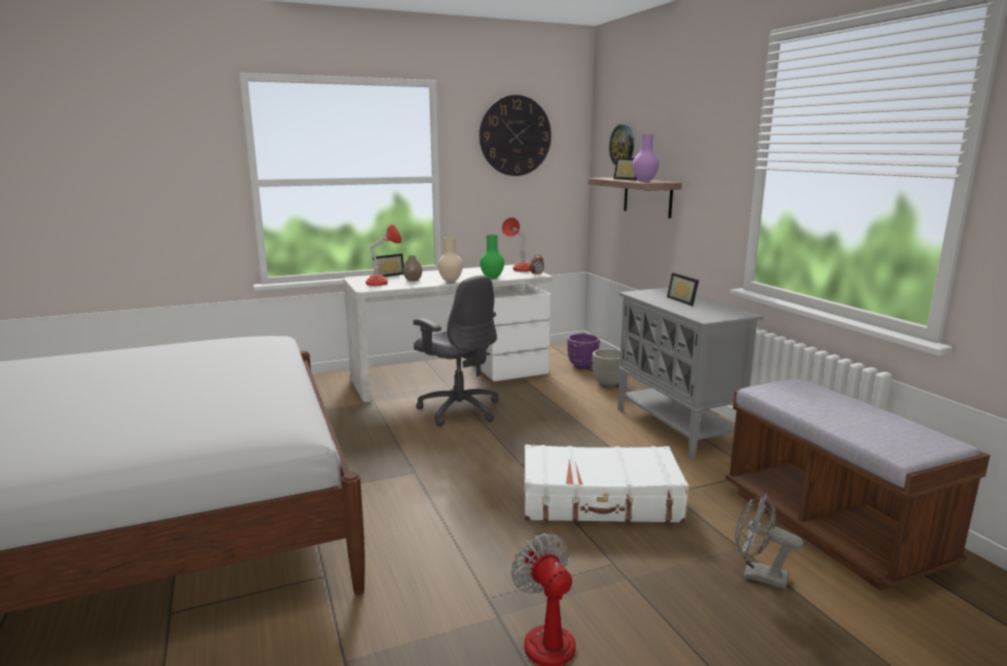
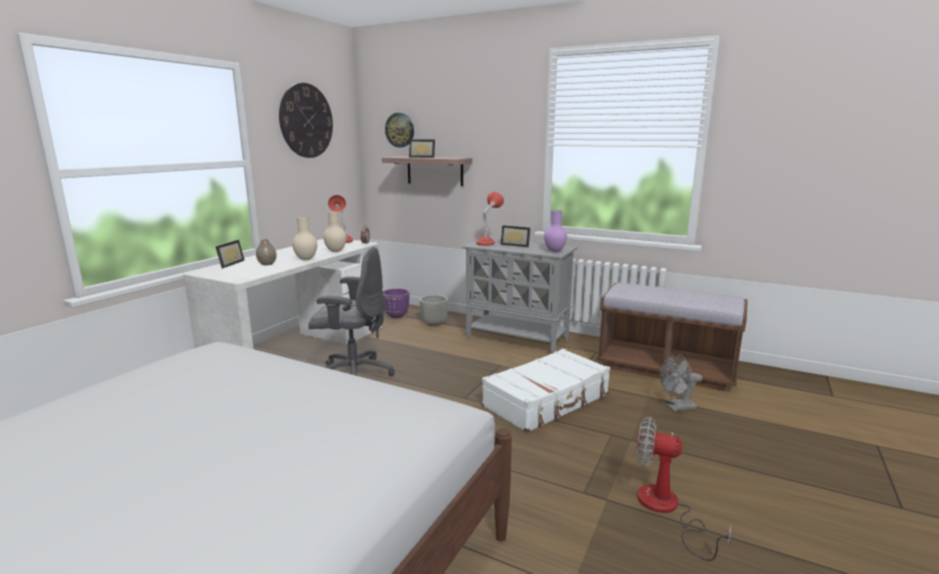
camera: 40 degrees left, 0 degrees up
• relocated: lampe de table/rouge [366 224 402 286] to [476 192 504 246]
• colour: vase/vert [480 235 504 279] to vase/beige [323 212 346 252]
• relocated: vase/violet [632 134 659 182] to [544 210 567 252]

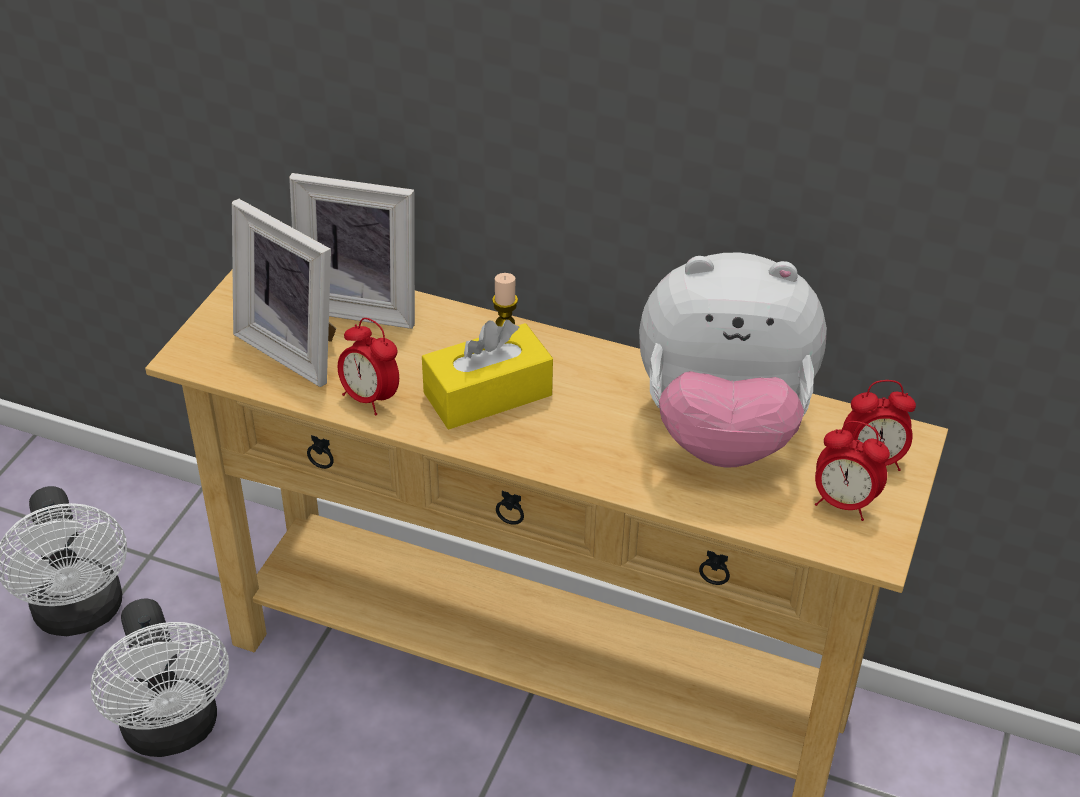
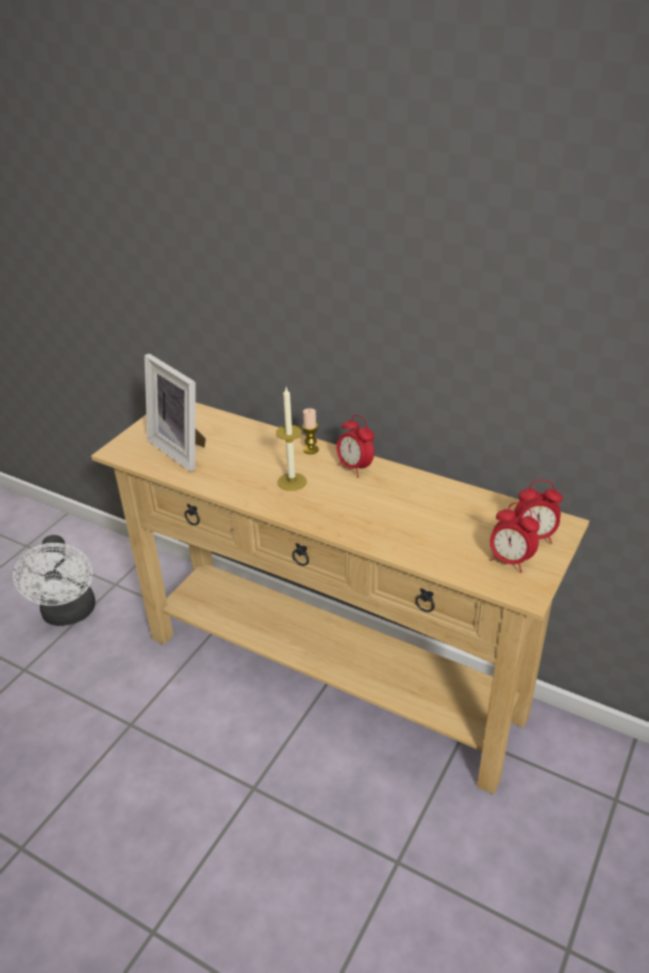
camera: 10 degrees right, 5 degrees down
• missing: ventilateur/blanc [91 598 229 757]
• missing: cadre photo [289 173 415 329]
• relocated: réveil [338 318 399 416] to [337 415 374 477]
• exchanged: boîte à mouchoirs/jaune [422 320 553 429] to bougie [276 387 307 491]
• missing: peluche [639 253 827 468]

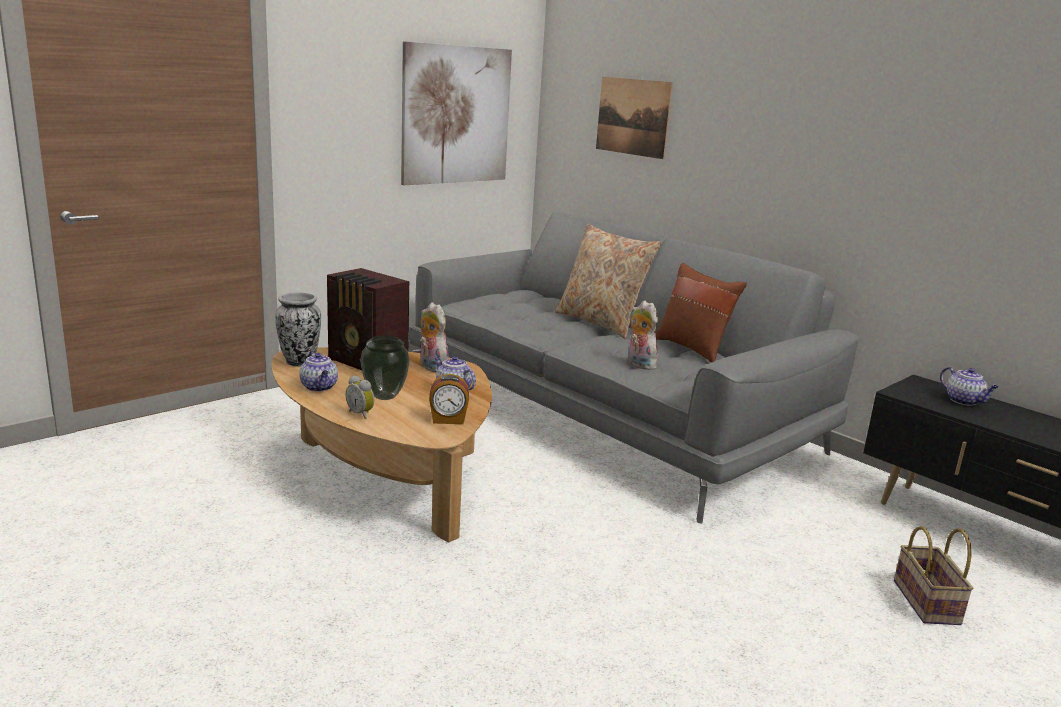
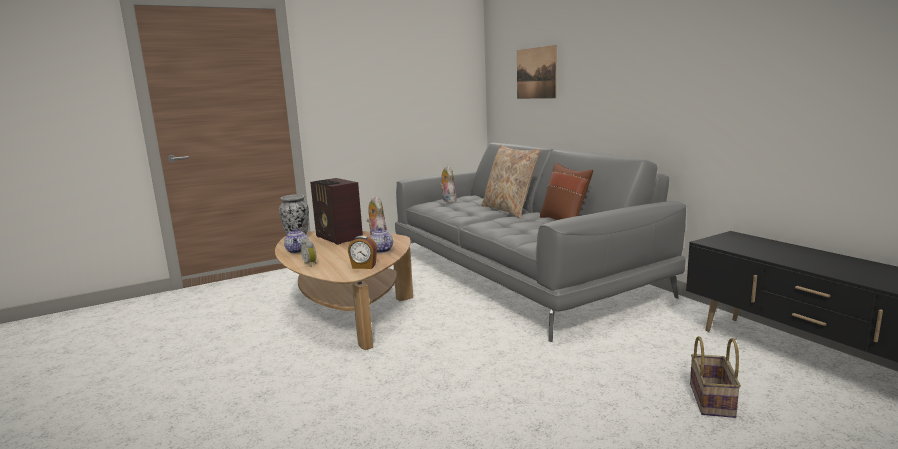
camera: 15 degrees right, 5 degrees down
• missing: vase [360 335 410 400]
• missing: tableau [401 41 512 185]
• relocated: peluche [629 300 658 370] to [440 165 457 203]
• missing: théière [940 367 999 406]

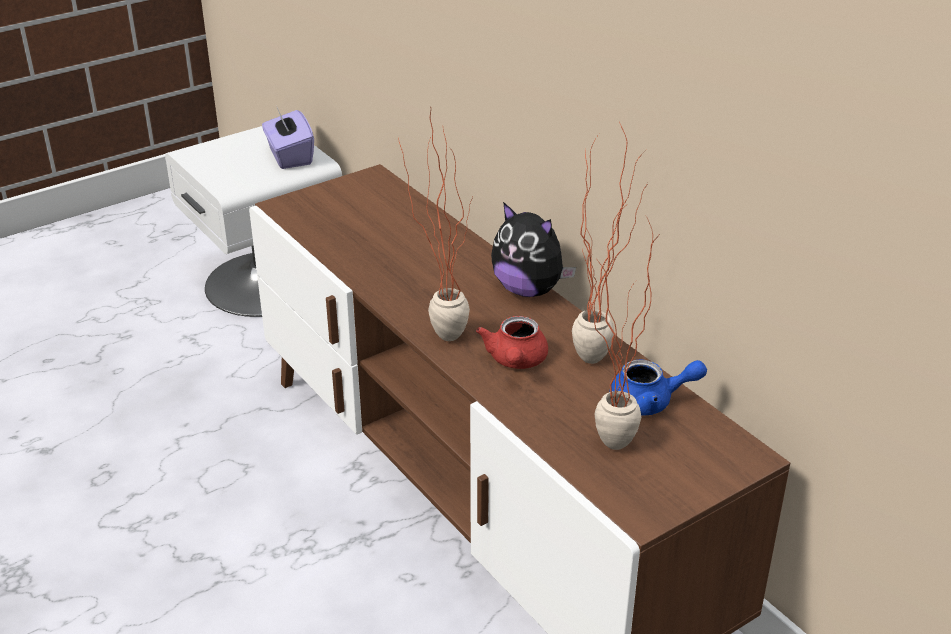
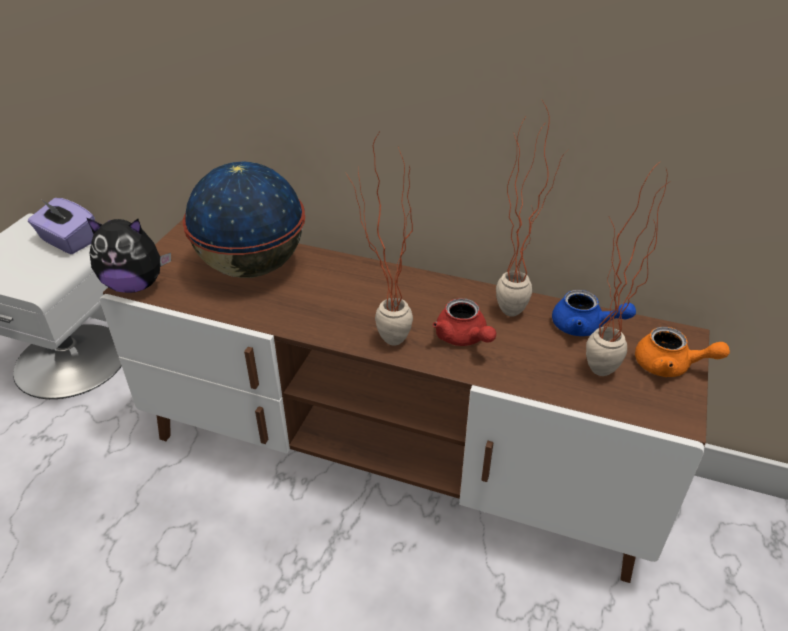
camera: 35 degrees left, 5 degrees up
• relocated: peluche [491 202 576 297] to [87 218 171 293]
• spun: théière/bleu [611 359 707 416] = [552 290 636 336] 60 degrees clockwise
• appeared: globe [183 162 305 278]
• appeared: théière/orange [635 327 730 377]

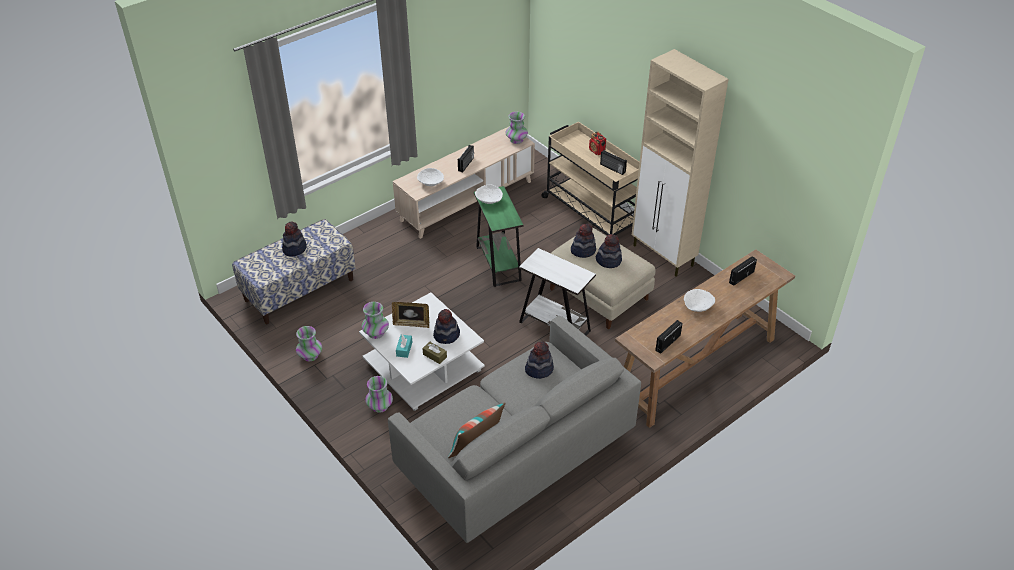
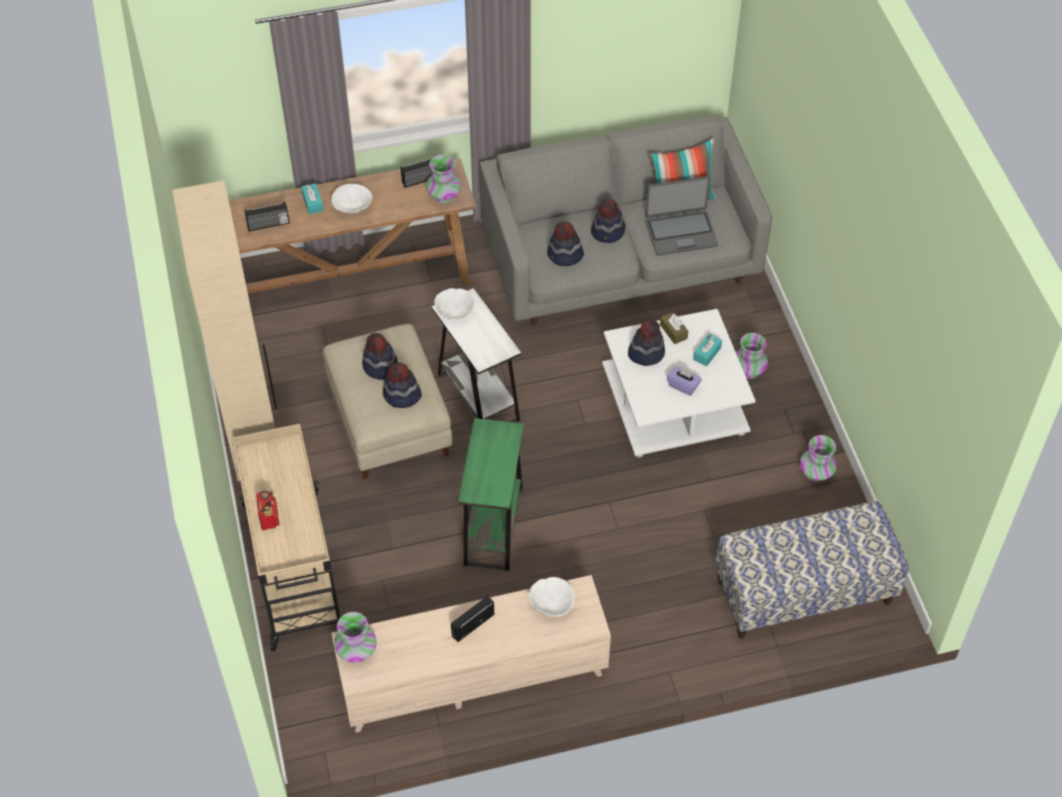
camera: 155 degrees left, 10 degrees up
• relocated: chapeau [282 222 307 257] to [591 198 625 243]
• relocated: vase [362 302 389 339] to [426 154 462 203]
• exchanged: cadre photo [392 302 429 328] to boîte à mouchoirs/violet [667 366 702 396]
• relocated: bol/blanc [475 184 503 204] to [434 288 475 321]
• missing: radio [600 150 627 175]
• appeared: boîte à mouchoirs/turquoise [301 183 324 214]
• appeared: ordinateur portable [645 176 718 256]

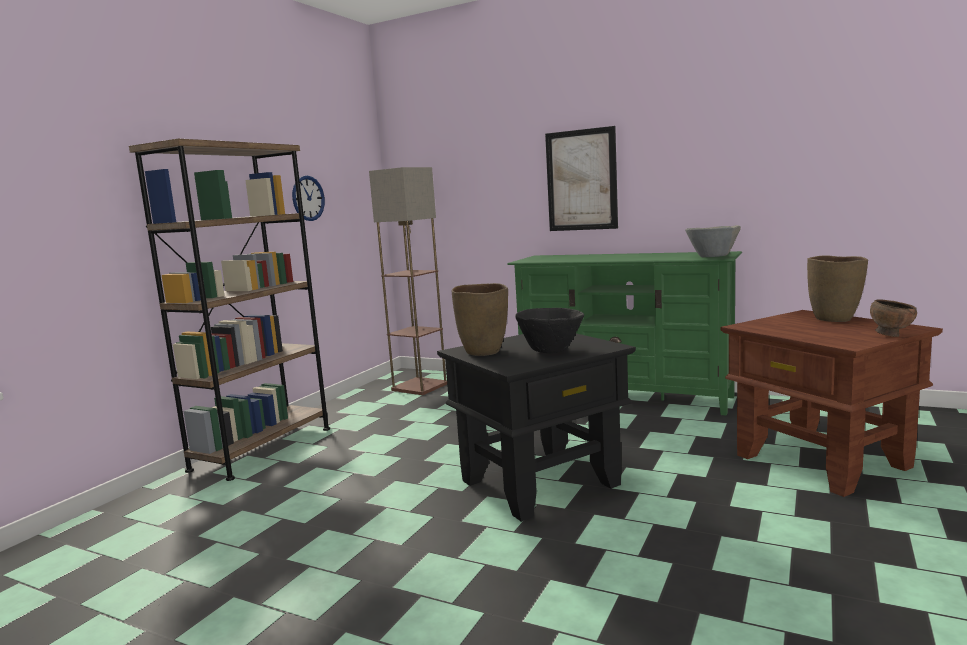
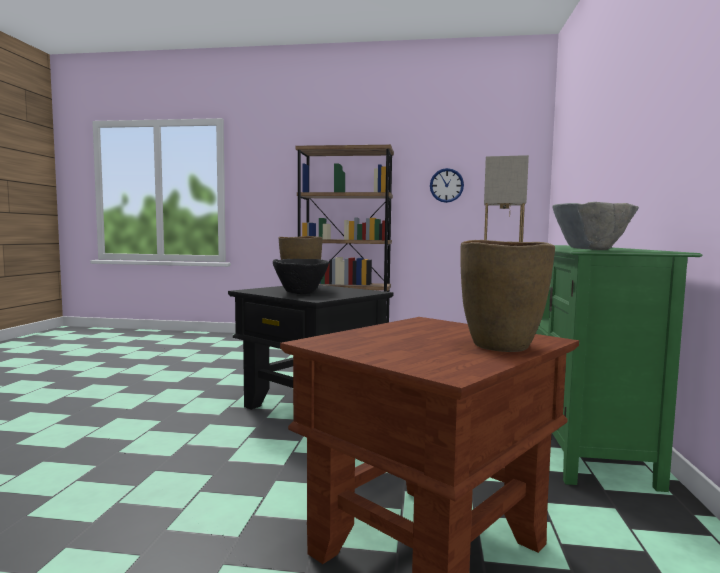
camera: 70 degrees right, 5 degrees down
• missing: tableau [545 126 618 231]
• missing: bol/marron [870 299 917 337]

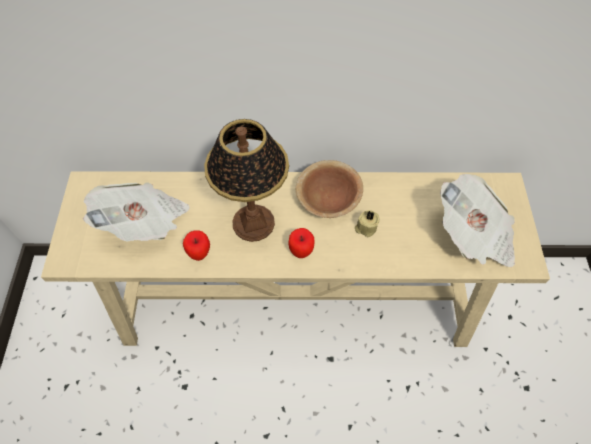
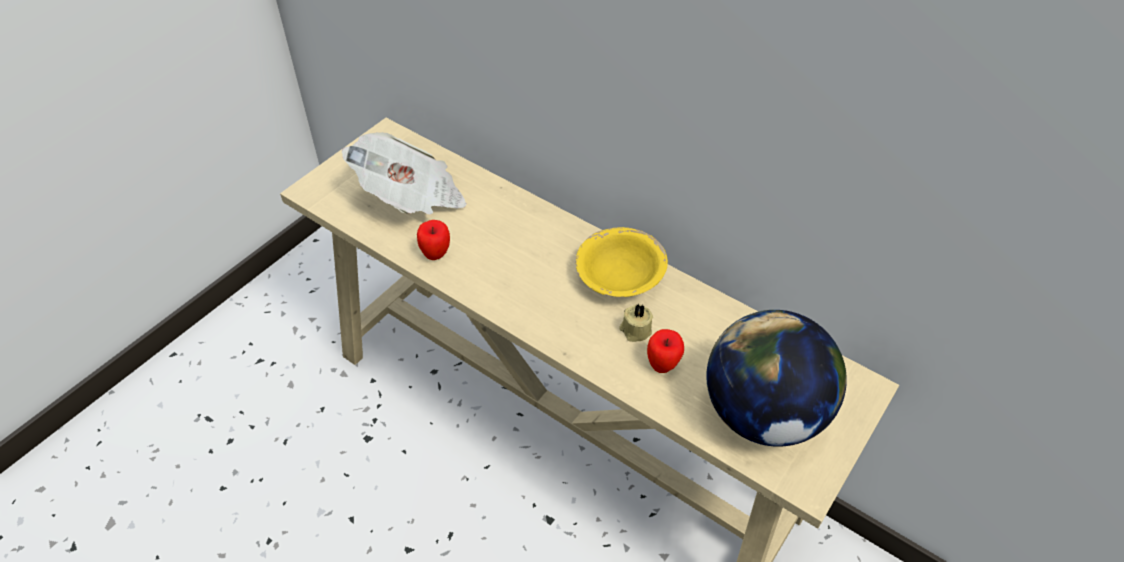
camera: 35 degrees right, 10 degrees down
• missing: lampe de table [204 119 289 242]
• relocated: pomme [289 228 315 258] to [647 329 684 373]
• colour: bol/marron [296 160 363 218] to bol/jaune [576 227 668 297]
• exchanged: journal [440 174 515 268] to globe [707 310 847 447]

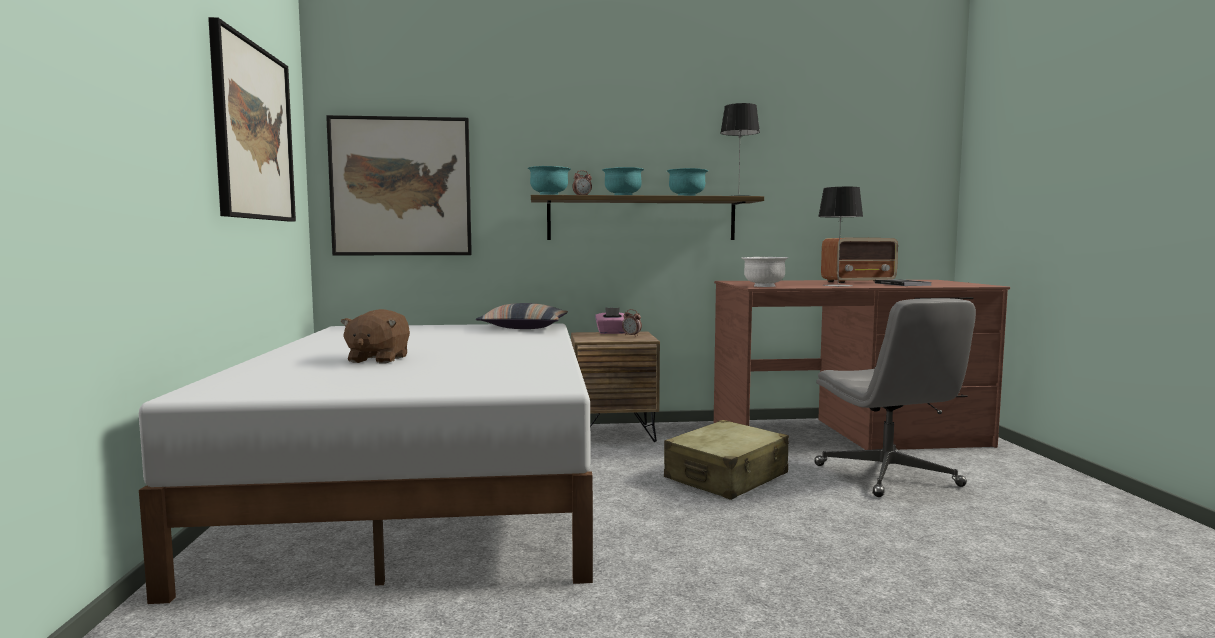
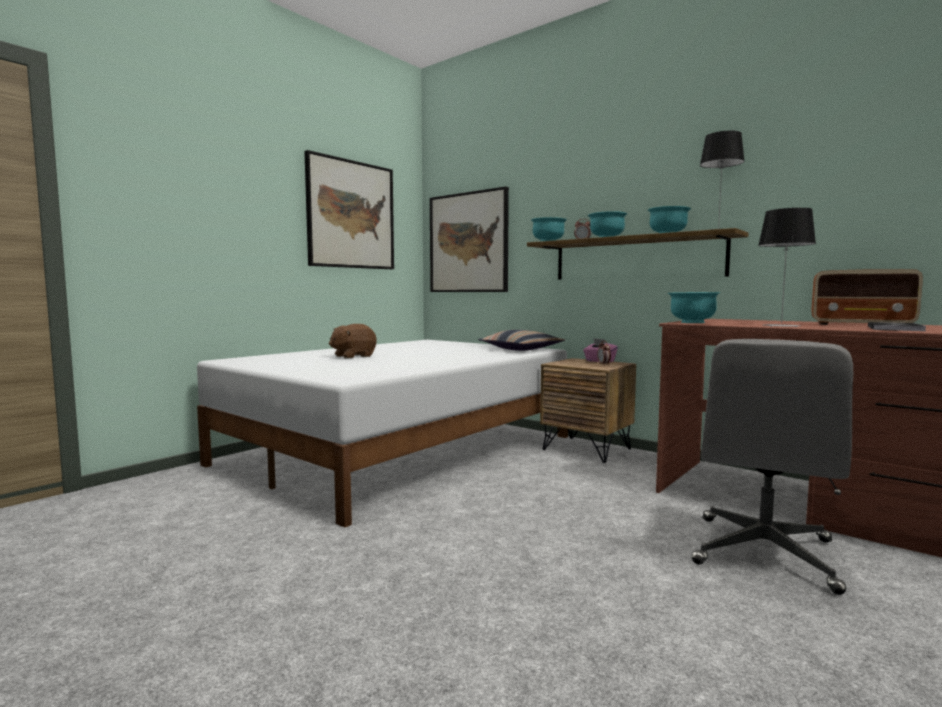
camera: 45 degrees right, 0 degrees up
• missing: valise/beige [664 420 789 500]
• colour: bol/blanc [742 257 788 287] to bol/turquoise [668 292 720 323]

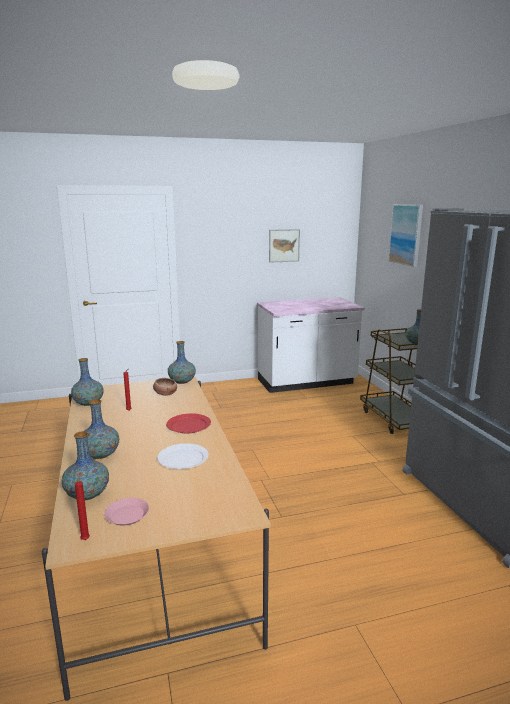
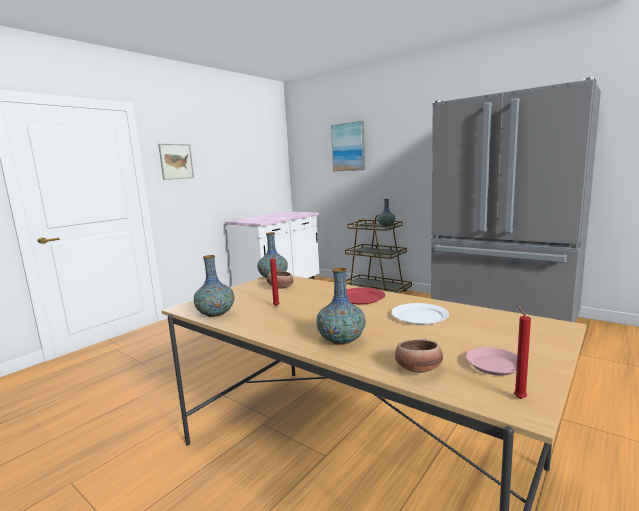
camera: 35 degrees left, 5 degrees down
• exchanged: vase [62 431 109 501] to bol [395 339 443 373]
• relocated: tableau [269 229 300 263] to [158 144 194 180]

